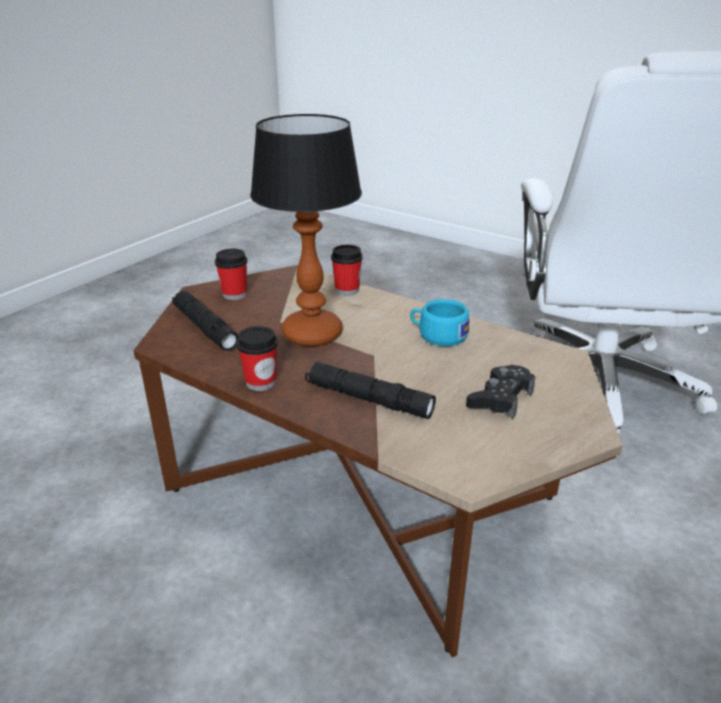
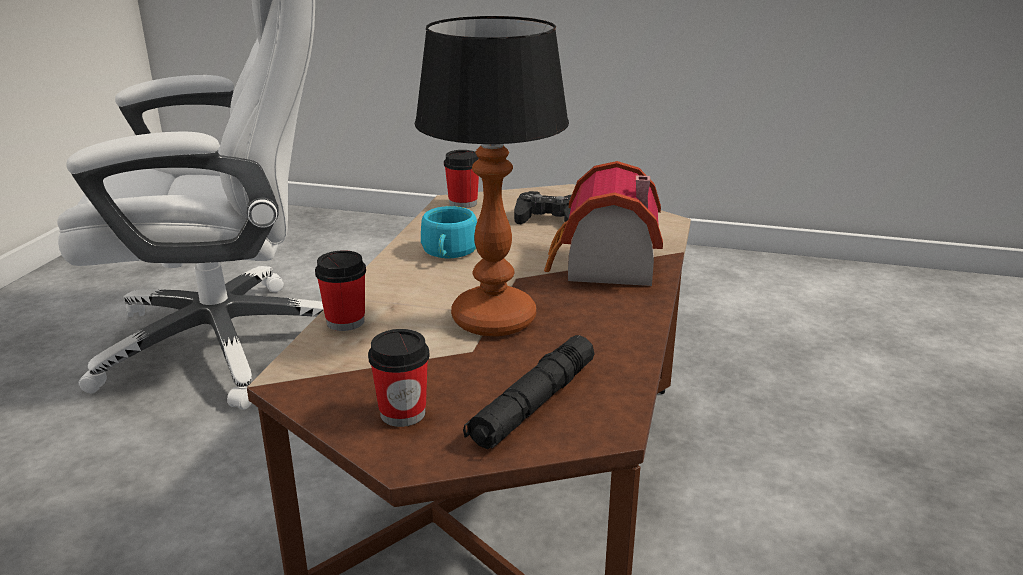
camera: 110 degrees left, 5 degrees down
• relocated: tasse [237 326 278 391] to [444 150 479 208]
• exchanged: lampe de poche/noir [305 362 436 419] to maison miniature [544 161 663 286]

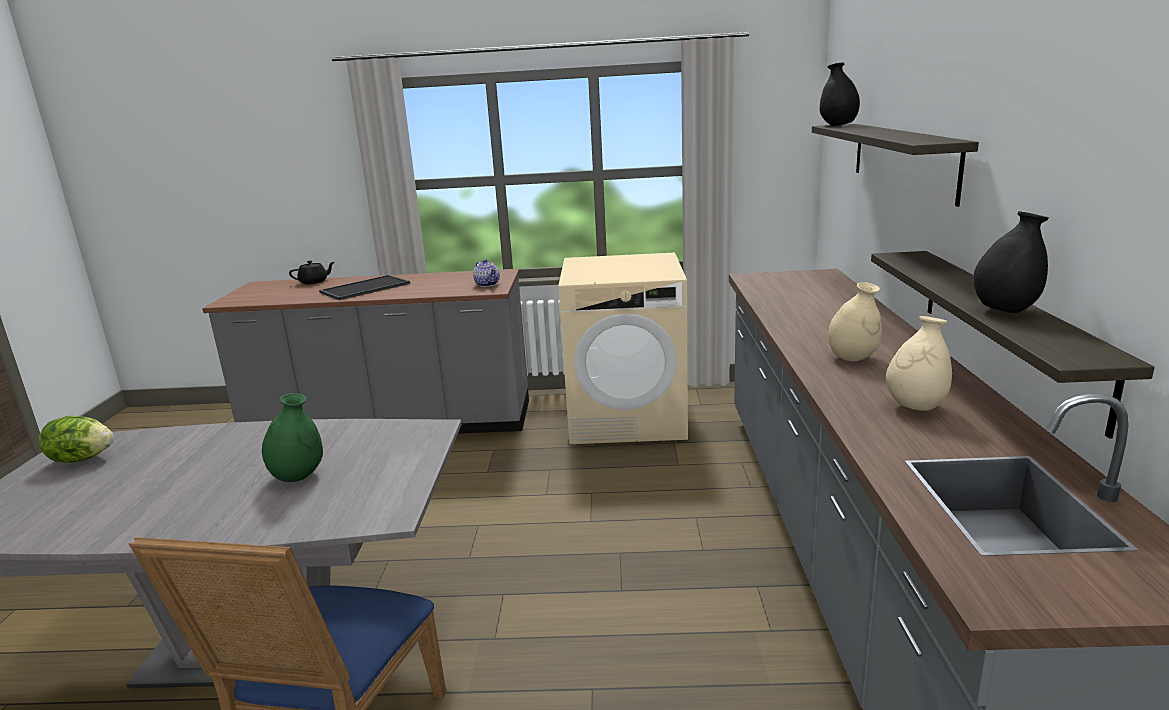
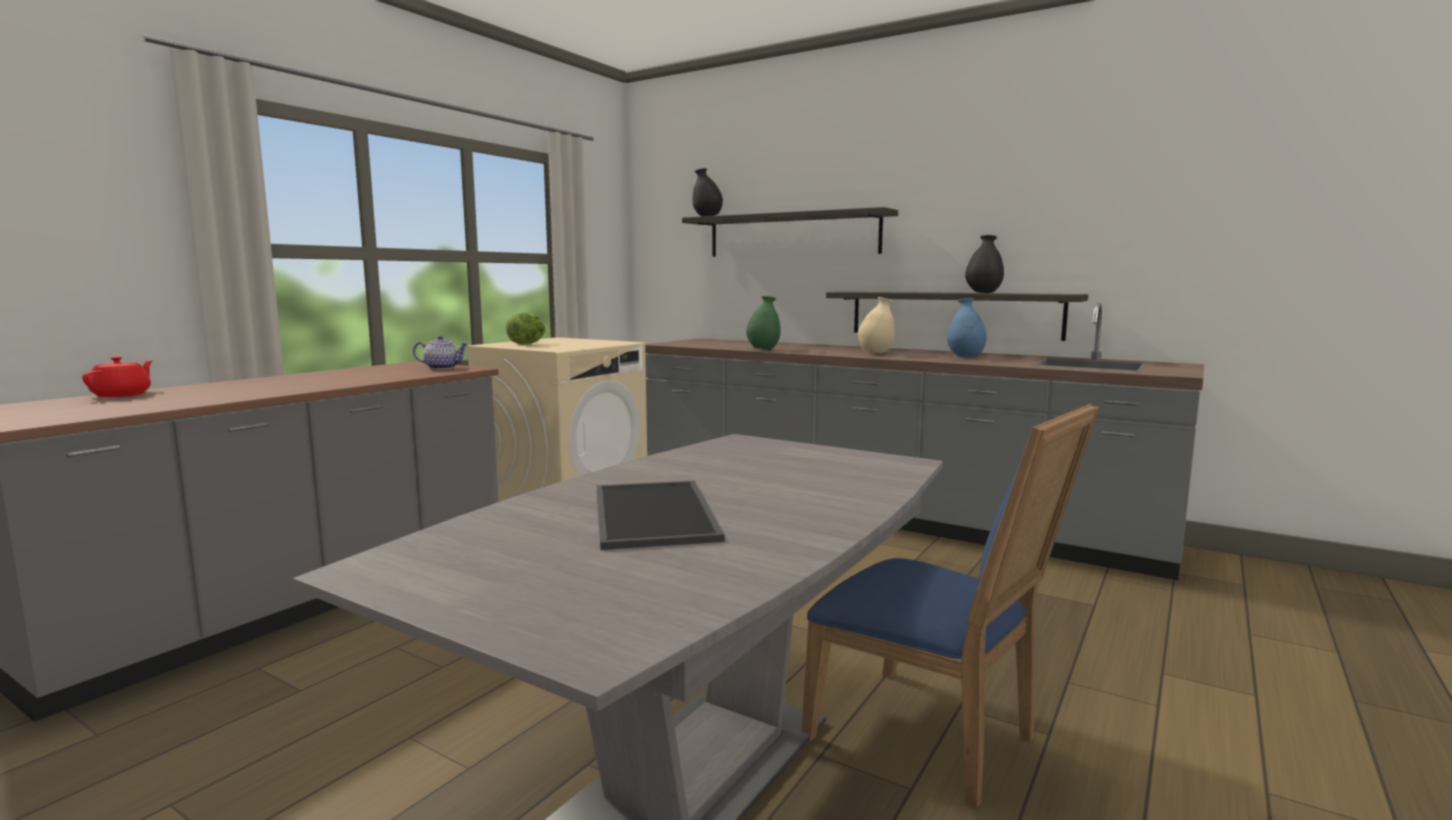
camera: 60 degrees left, 10 degrees down
• relocated: laitue [39 415 114 463] to [506 312 546 345]
• relocated: vase/vert [262 393 323 482] to [746 296 780 350]
• colour: théière/noir [289 260 335 284] to théière/rouge [82 357 153 397]
• relocated: plateau [319 275 410 300] to [597 480 724 550]
• colour: vase/beige [886 316 952 411] to vase/bleu [947 298 986 357]

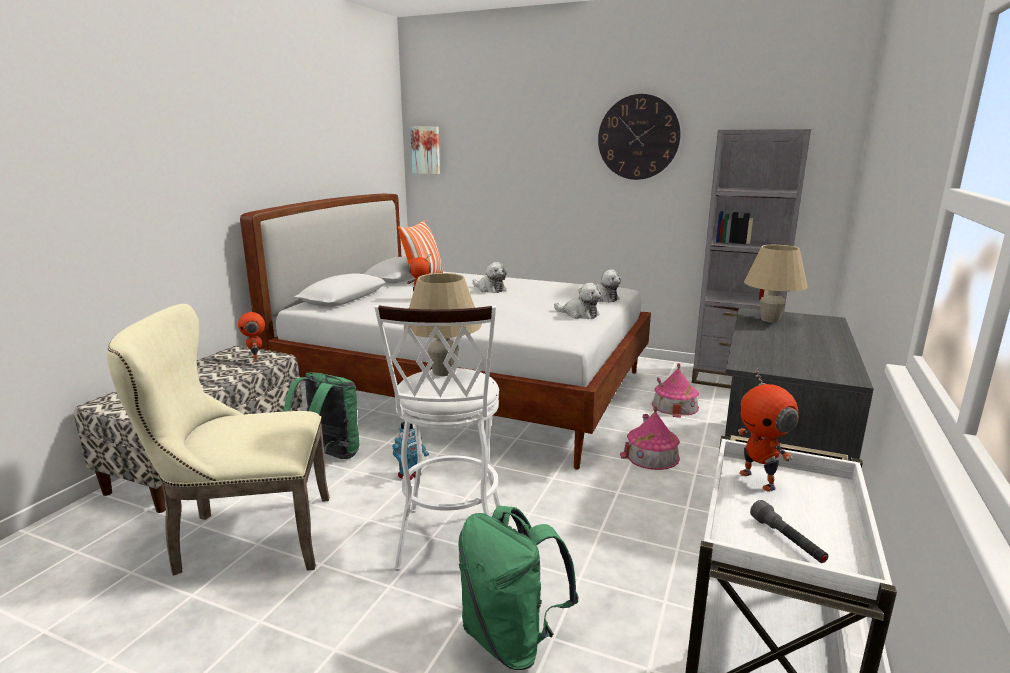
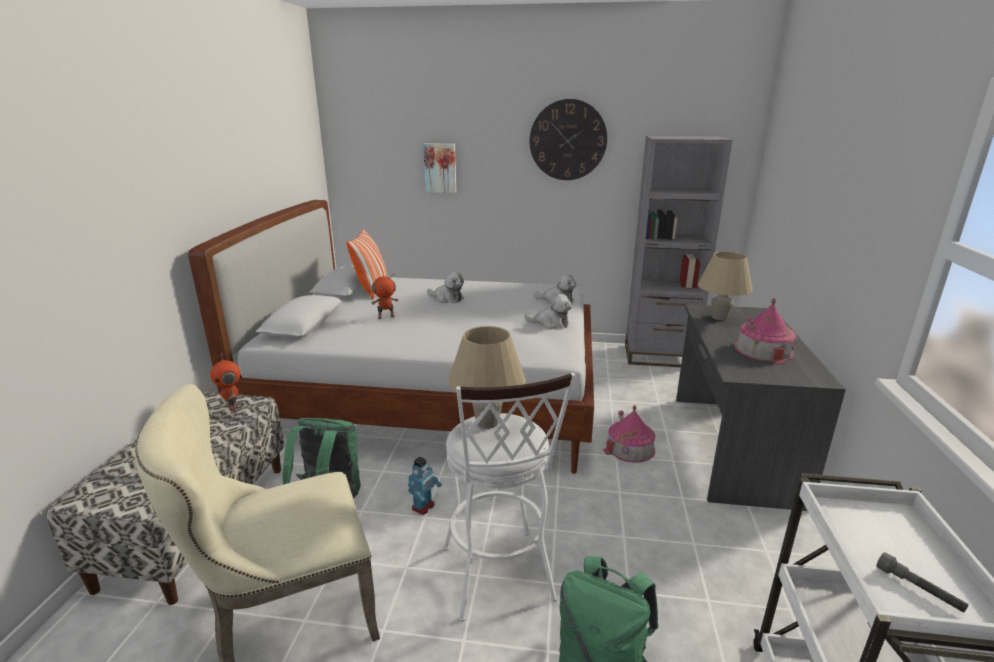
camera: 15 degrees left, 5 degrees up
• relocated: tableau [410 127 440 174] to [423 143 456 193]
• relocated: maison miniature [652 363 699 418] to [734 298 797 364]
• missing: robot jouet [738 368 798 491]

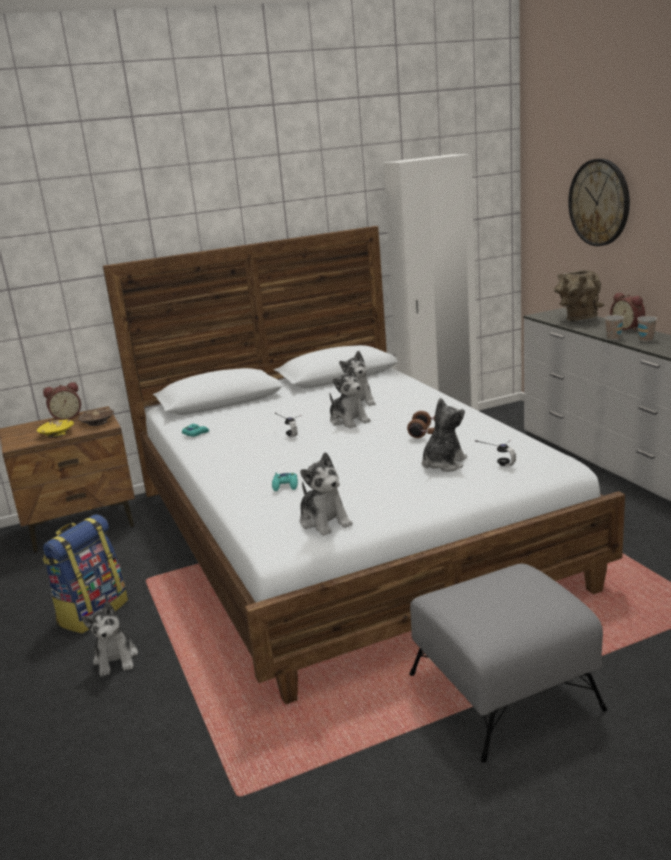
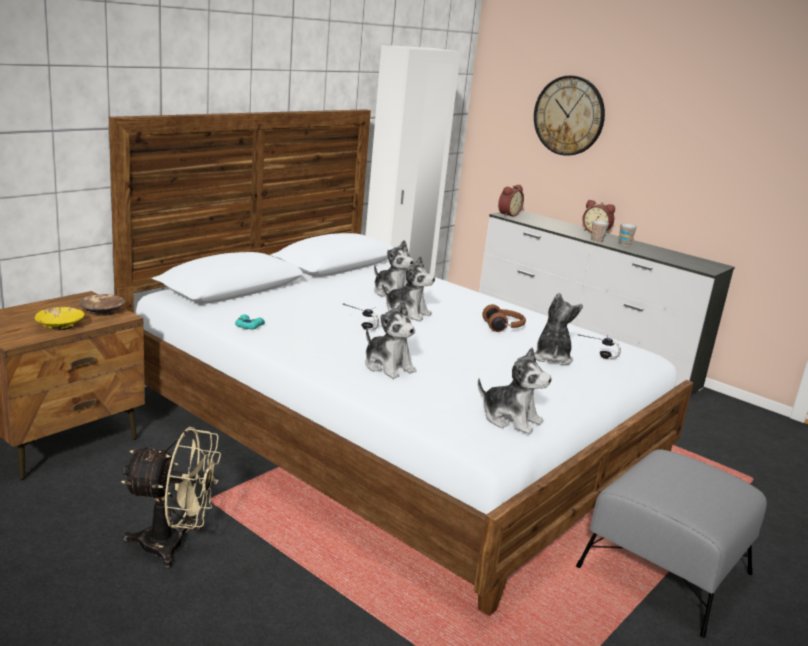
camera: 30 degrees left, 0 degrees up
• relocated: réveil [43 382 81 420] to [498 185 524 217]
• exchanged: sac à dos [43 514 128 634] to ventilateur/beige [121 427 221 568]
• relocated: peluche [81 602 138 677] to [365 301 417 379]
• missing: manette/turquoise [272 473 298 491]
• missing: vase/marron [554 270 605 321]

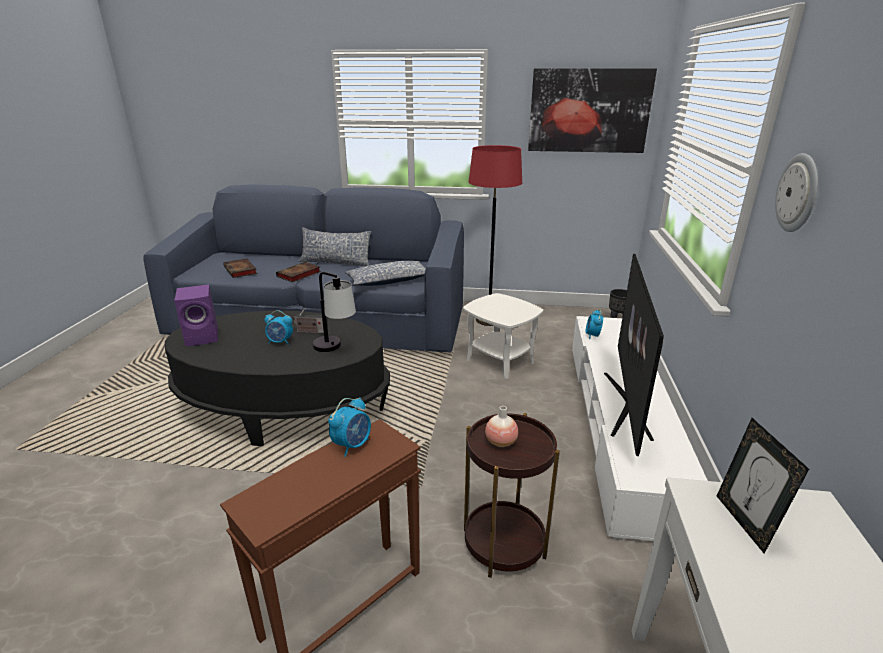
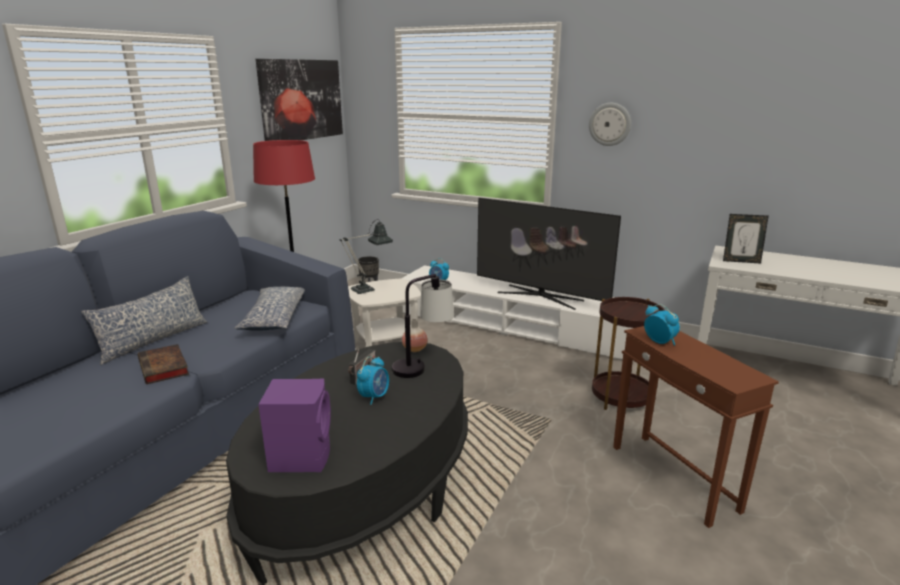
camera: 70 degrees left, 5 degrees down
• missing: livre [223 258 257 278]
• relocated: vase [485 406 518 447] to [402 319 427 352]
• appeared: lampe de table [340 219 393 294]

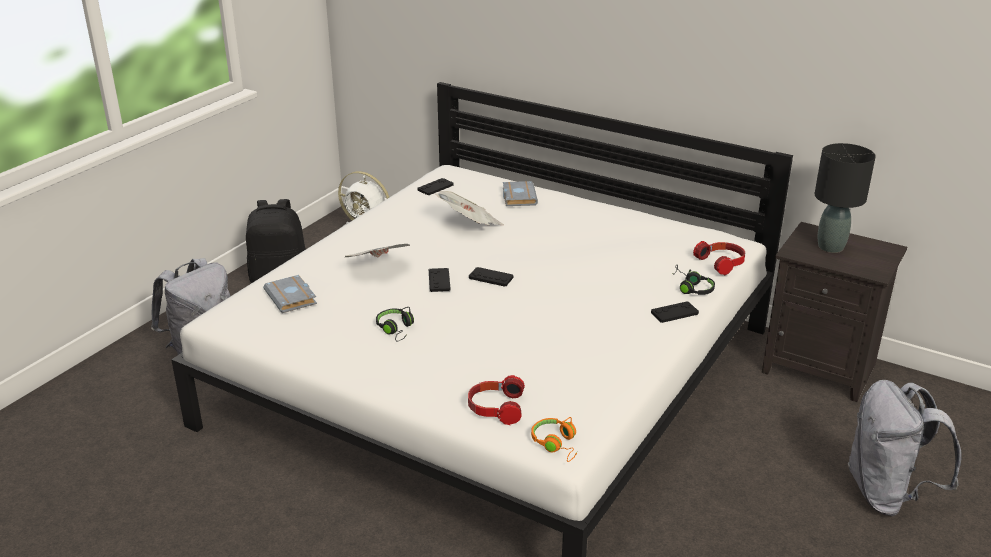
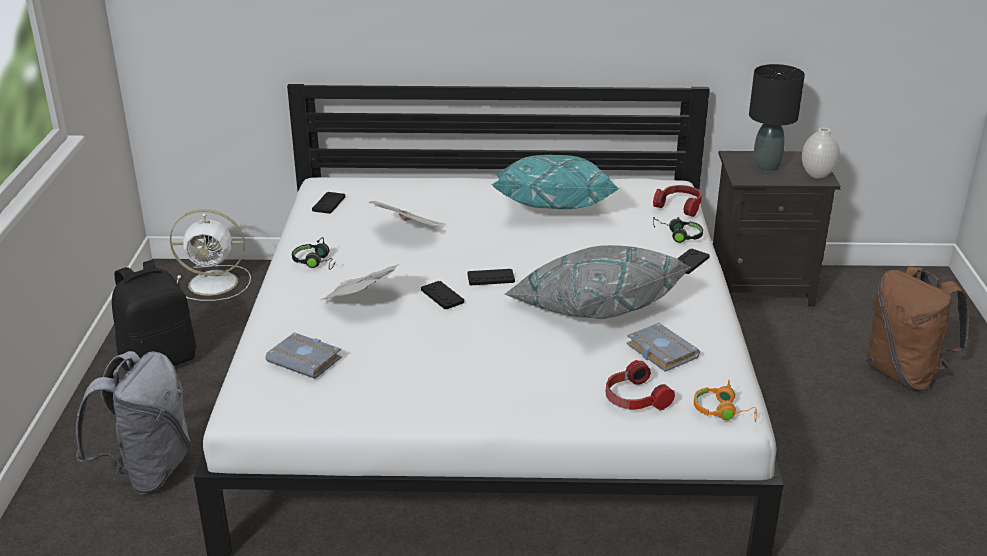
camera: 30 degrees left, 0 degrees up
• relocated: casque audio/noir [376 307 414 341] to [292 237 335 270]
• relocated: livre/gris [503 181 538 206] to [626 323 700 372]
• colour: sac à dos/gris [848 380 962 516] to sac à dos/marron [866 266 969 391]
• appeared: coussin/turquoise [491 155 620 209]
• appeared: coussin/gris [504 245 690 319]
• appeared: vase/blanc [802 128 840 179]

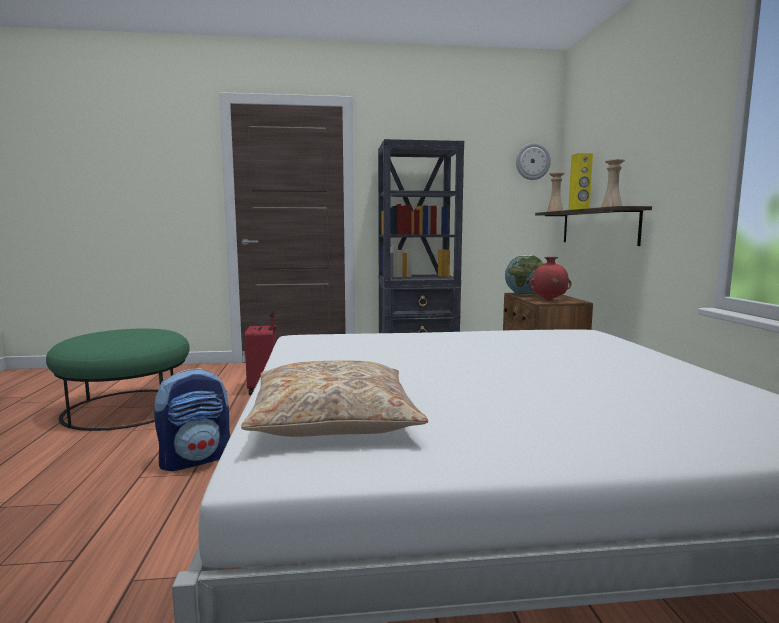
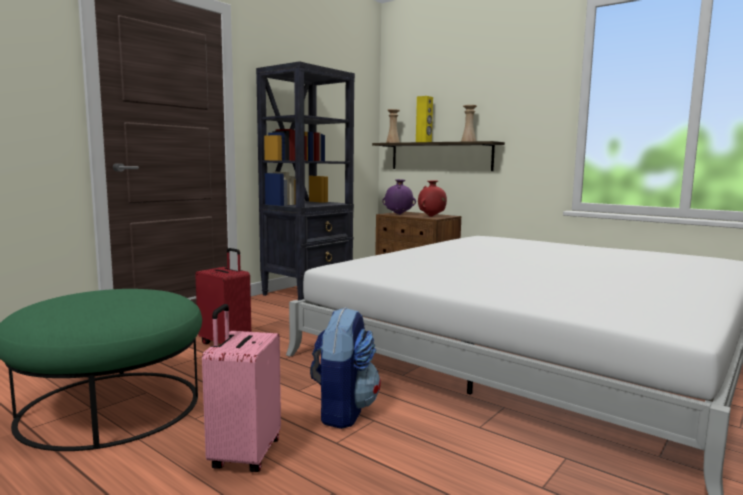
camera: 45 degrees left, 0 degrees up
• missing: coussin/beige [241 361 428 437]
• exchanged: globe [505 255 544 295] to vase/violet [382 179 416 215]
• missing: horloge murale [516 143 551 180]
• appeared: valise/rose [202 304 281 472]

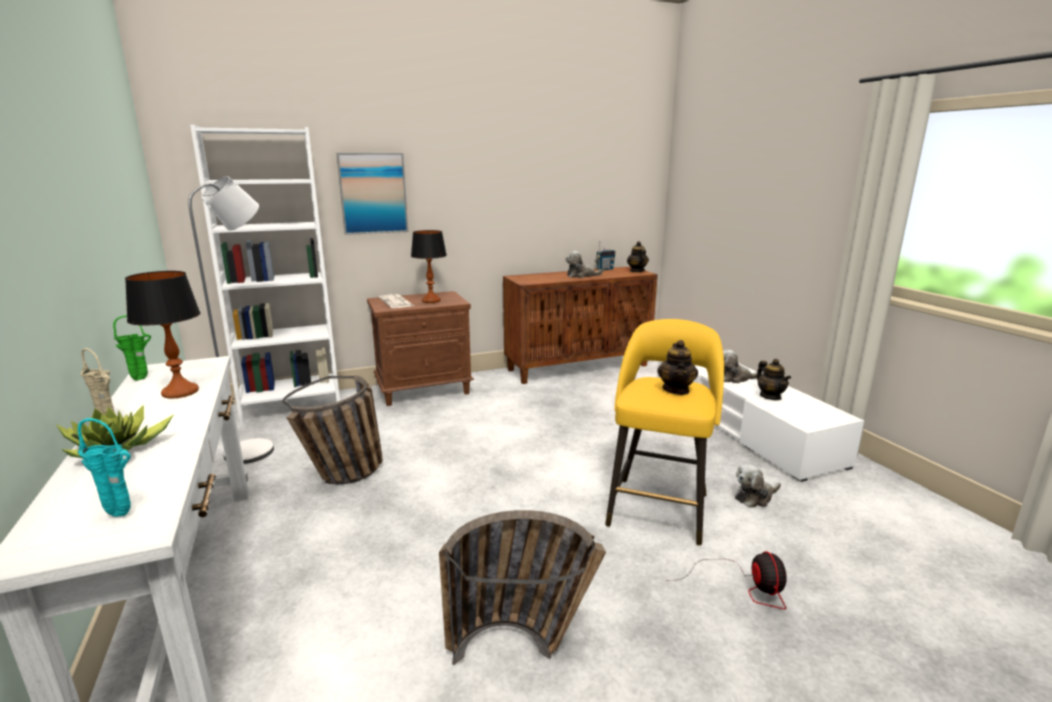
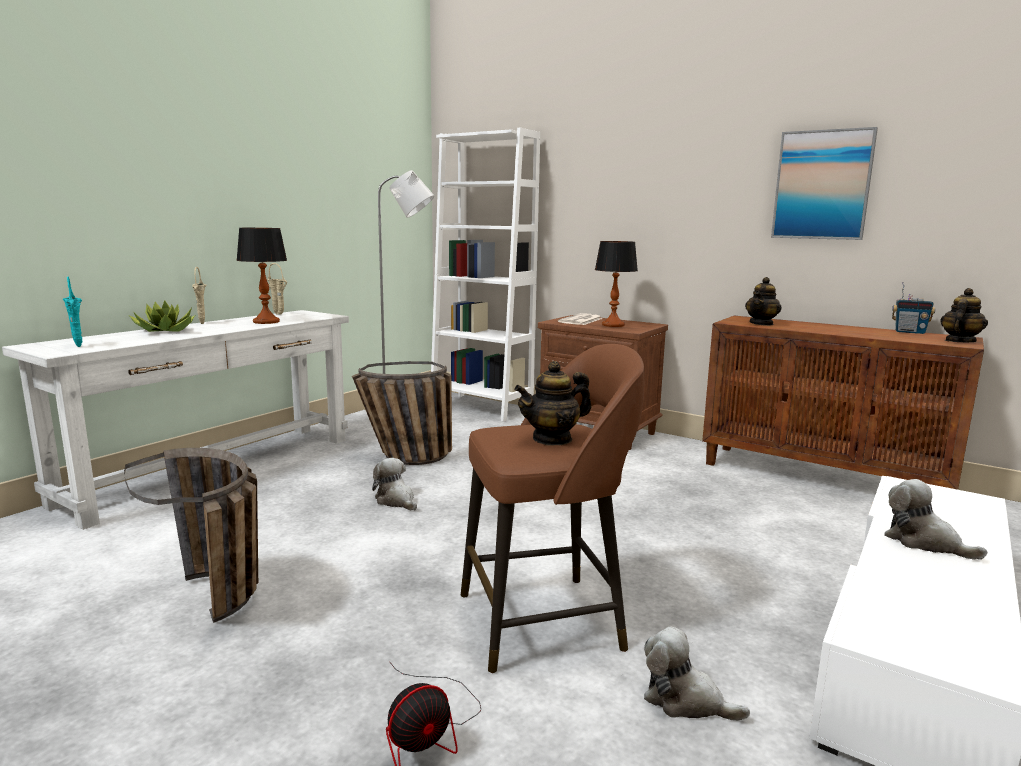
camera: 55 degrees right, 5 degrees down
• colour: vase/vert [113 315 151 381] to vase/beige [267 263 287 315]
• relocated: tableau [336 153 408 235] to [771 127 878 240]
• relocated: peluche [566 251 603 278] to [372 458 417 511]
• colour: tabouret/jaune [605 319 724 546] to tabouret/marron [461 344 644 673]
• relocated: théière [756 359 791 400] to [745 277 782 326]

